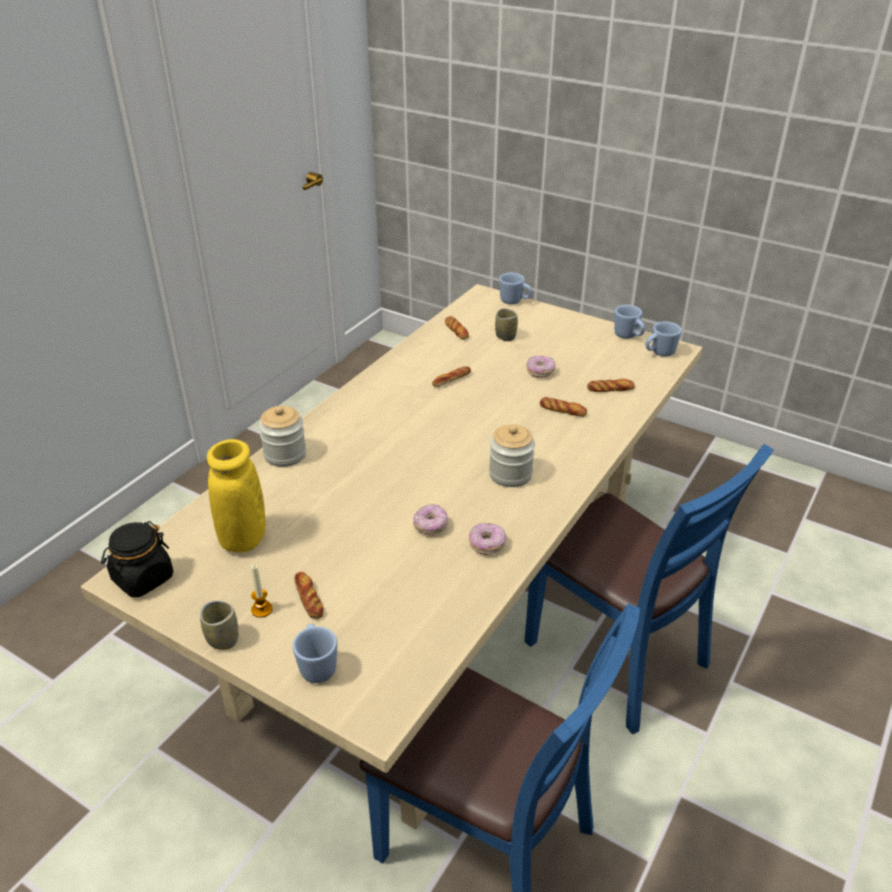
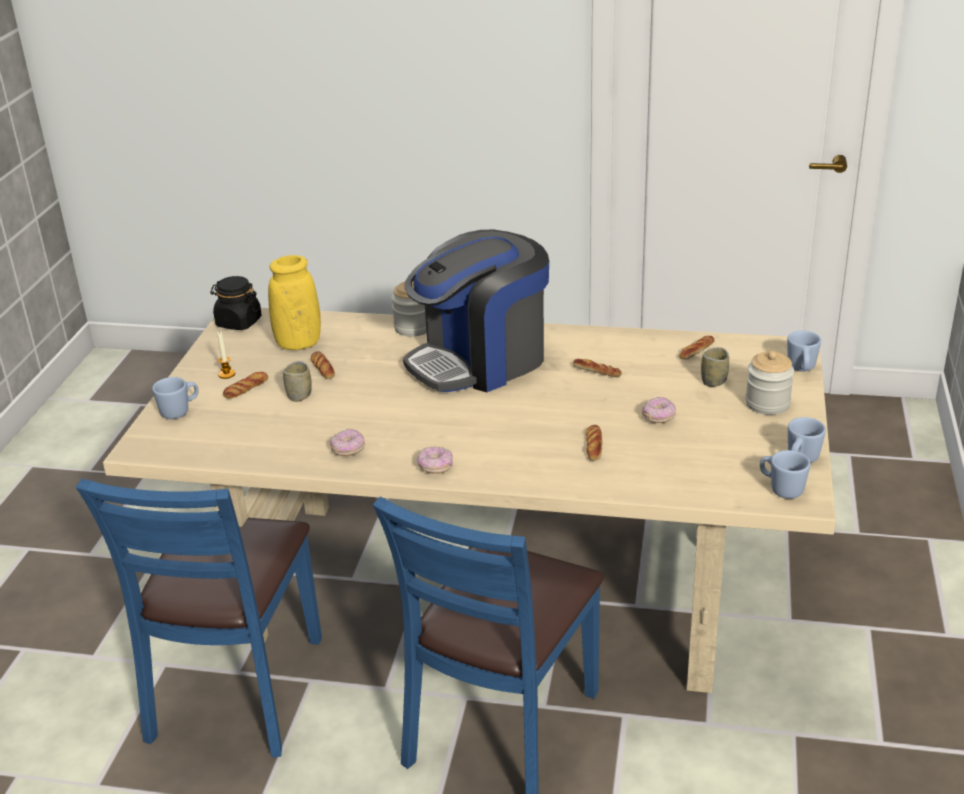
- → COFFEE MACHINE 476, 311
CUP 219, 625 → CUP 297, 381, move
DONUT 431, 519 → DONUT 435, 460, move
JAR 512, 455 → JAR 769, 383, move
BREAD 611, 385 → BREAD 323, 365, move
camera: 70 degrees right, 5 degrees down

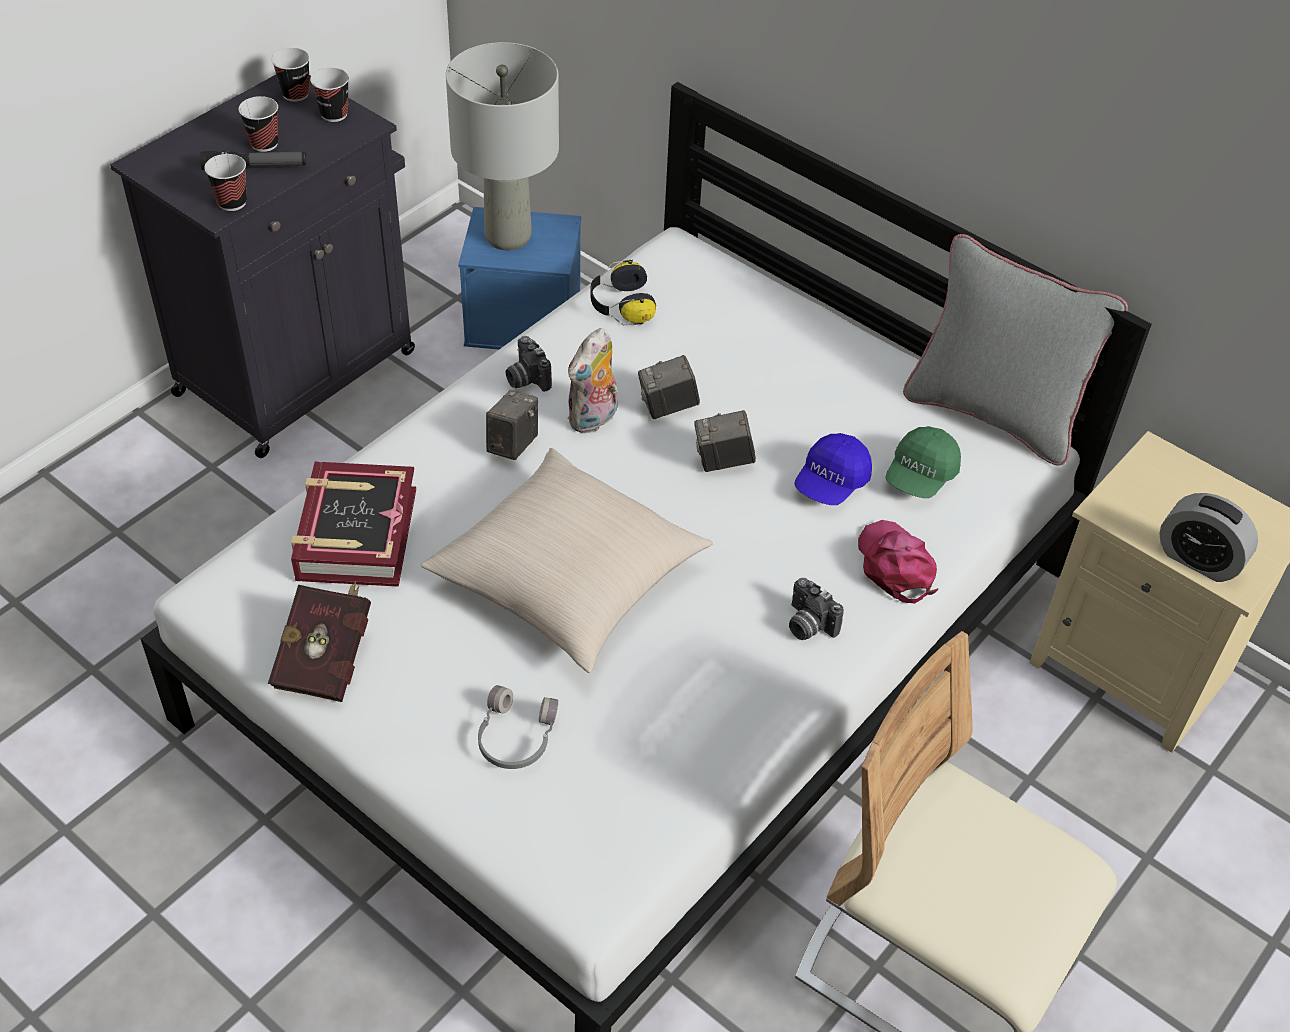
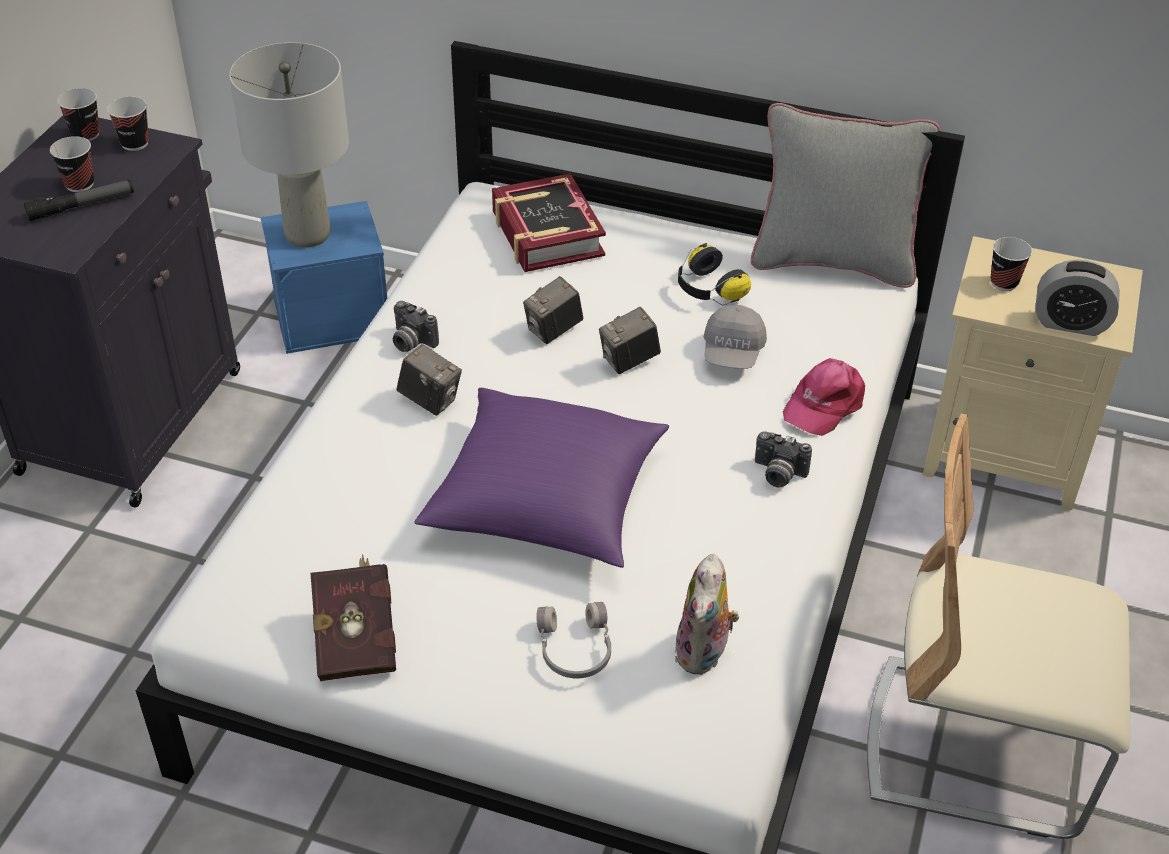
GREEN CAP 923, 462 → -
CUP 225, 182 → CUP 1011, 264, move
BOOK 353, 524 → BOOK 549, 223, move
PLUSH TOY 593, 380 → PLUSH TOY 707, 614, move
HEADPHONES 623, 293 → HEADPHONES 714, 274, move
BEIGE PILLOW 567, 560 → PURPLE PILLOW 541, 478
BLUE CAP 833, 469 → GREY CAP 735, 337
PHOTO CAMERA 512, 425 → PHOTO CAMERA 429, 380, 120 degrees clockwise
PINK CAP 898, 561 → PINK CAP 824, 397, 105 degrees counterclockwise
camera: 20 degrees left, 5 degrees down

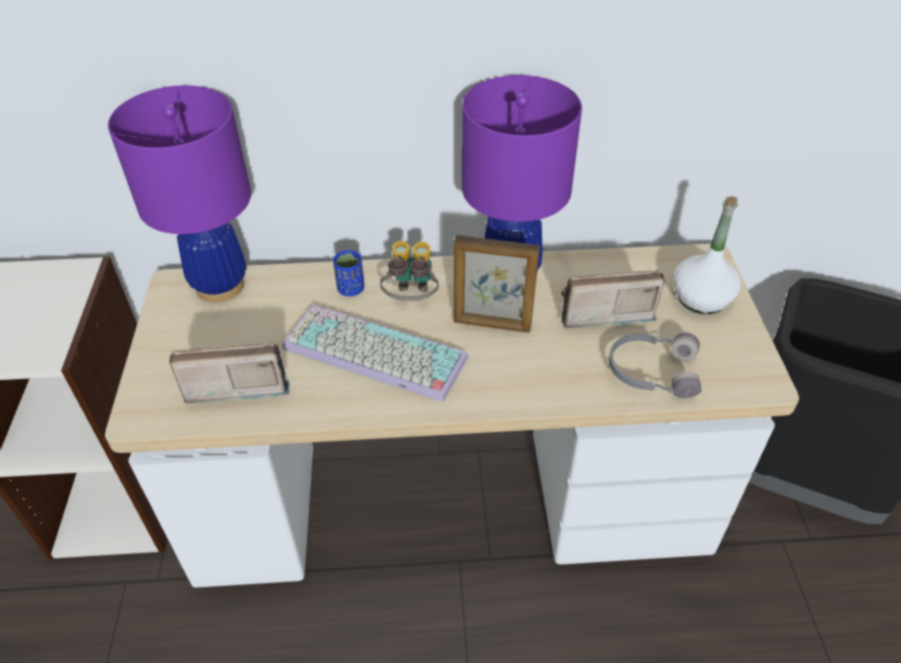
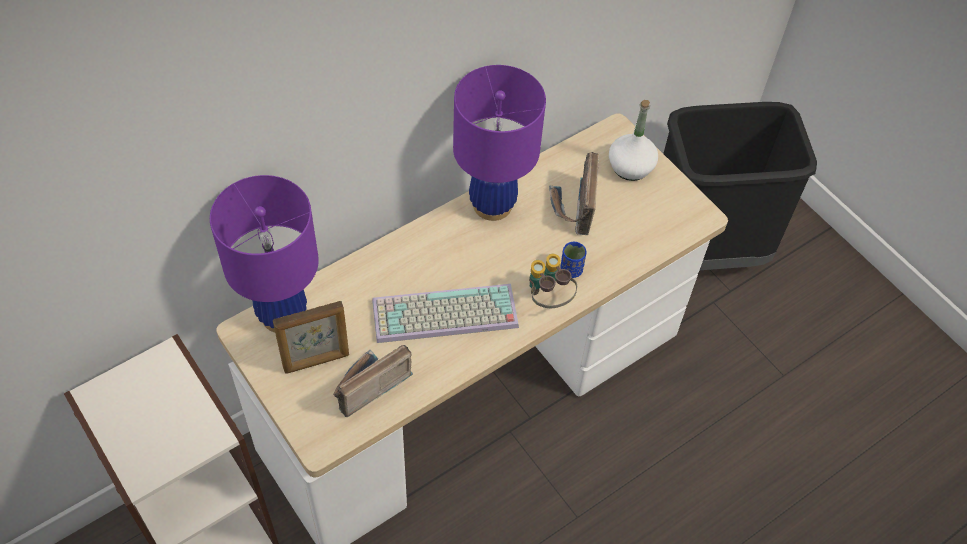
GREY HEADPHONES 655, 365 → -
BLUE CUP 348, 273 → BLUE CUP 573, 260, move
BINOCULARS 409, 271 → BINOCULARS 553, 281, move
PICTURE FRAME 497, 284 → PICTURE FRAME 311, 337, move
RADIO 613, 299 → RADIO 574, 193, 45 degrees counterclockwise
camera: 35 degrees left, 10 degrees up

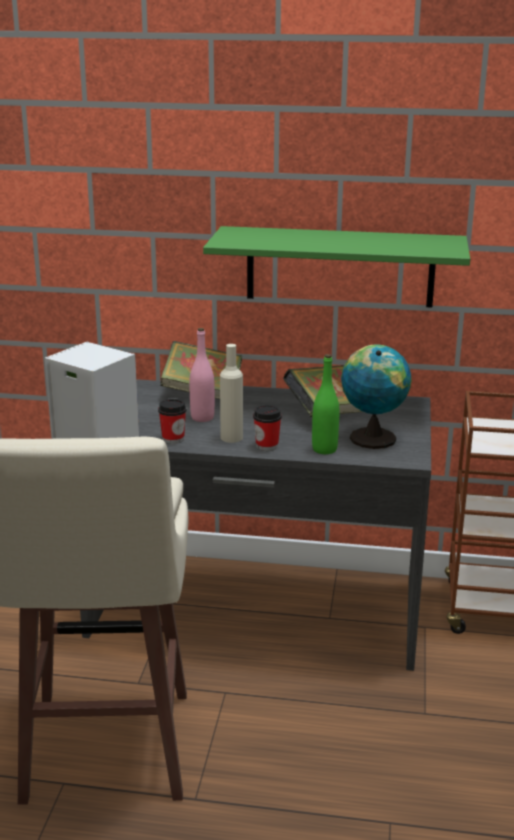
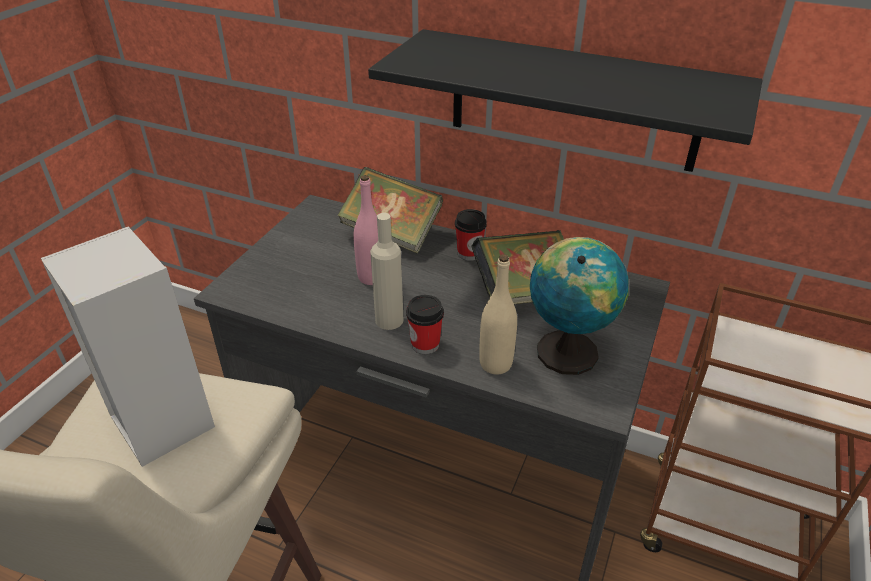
CUP 172, 421 → CUP 471, 235, move
GREEN SHELF 336, 267 → BLACK SHELF 565, 100
GREEN BOTTLE 325, 404 → BEIGE BOTTLE 498, 314
camera: 15 degrees right, 15 degrees up

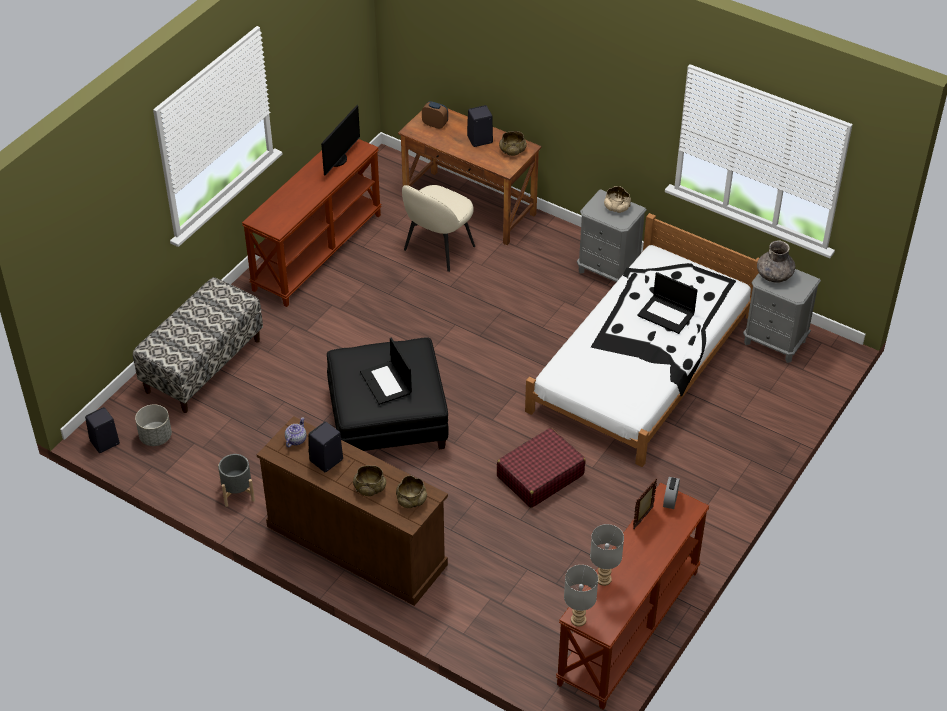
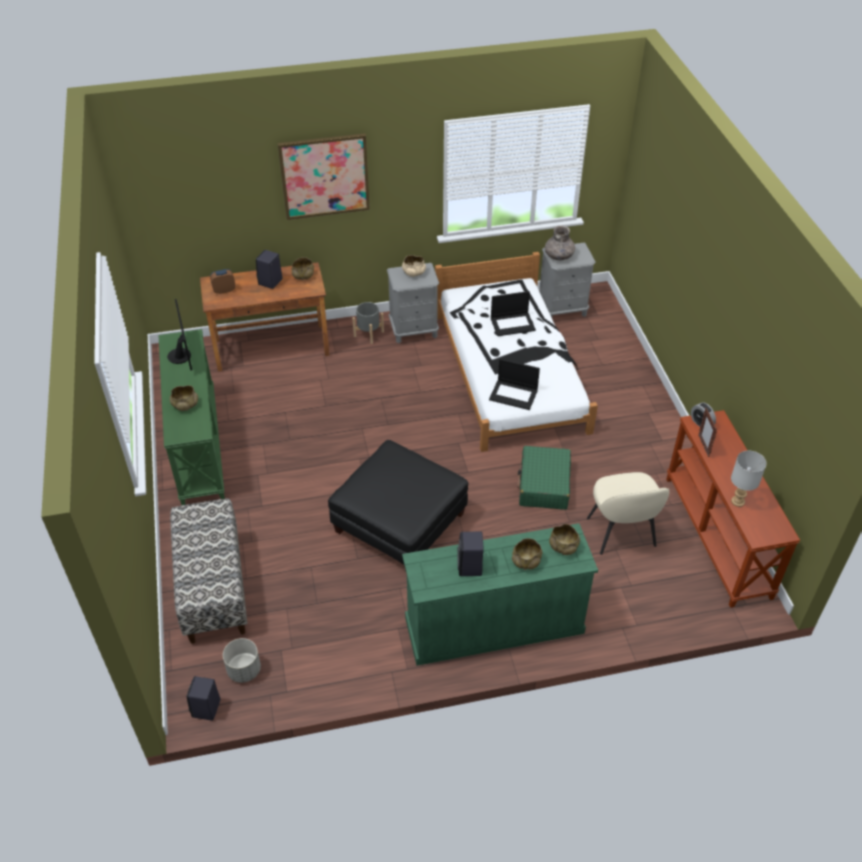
TEAPOT 295, 433 → -
GREY TABLE LAMP 581, 596 → -
- → BEIGE BOWL 184, 398
- → PICTURE 324, 176
GREY PLANTER 236, 480 → GREY PLANTER 368, 323, move
LAPTOP 386, 371 → LAPTOP 514, 384, move
BEIGE CHAIR 438, 228 → BEIGE CHAIR 628, 513, move
BROWN CONSOLE TABLE 312, 223 → GREEN CONSOLE TABLE 191, 417
BROWN DRESSER 352, 511 → GREEN DRESSER 500, 594
RED SUITCASE 541, 468 → GREEN SUITCASE 544, 478
camera: 45 degrees left, 0 degrees up

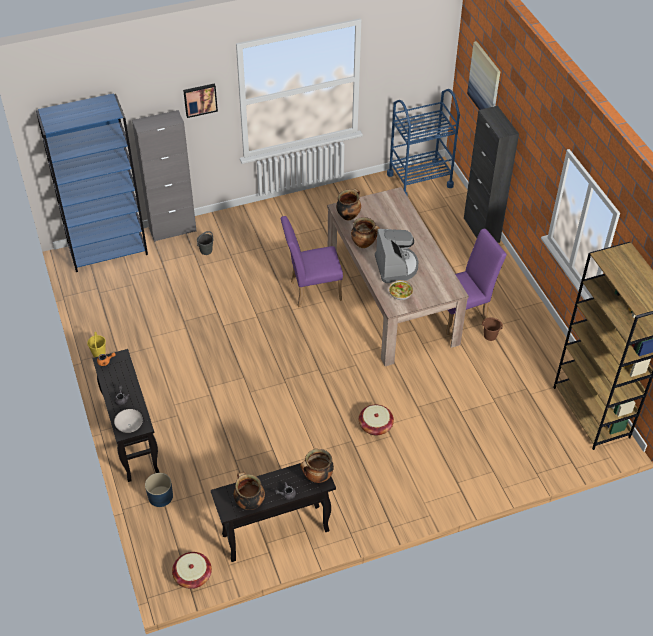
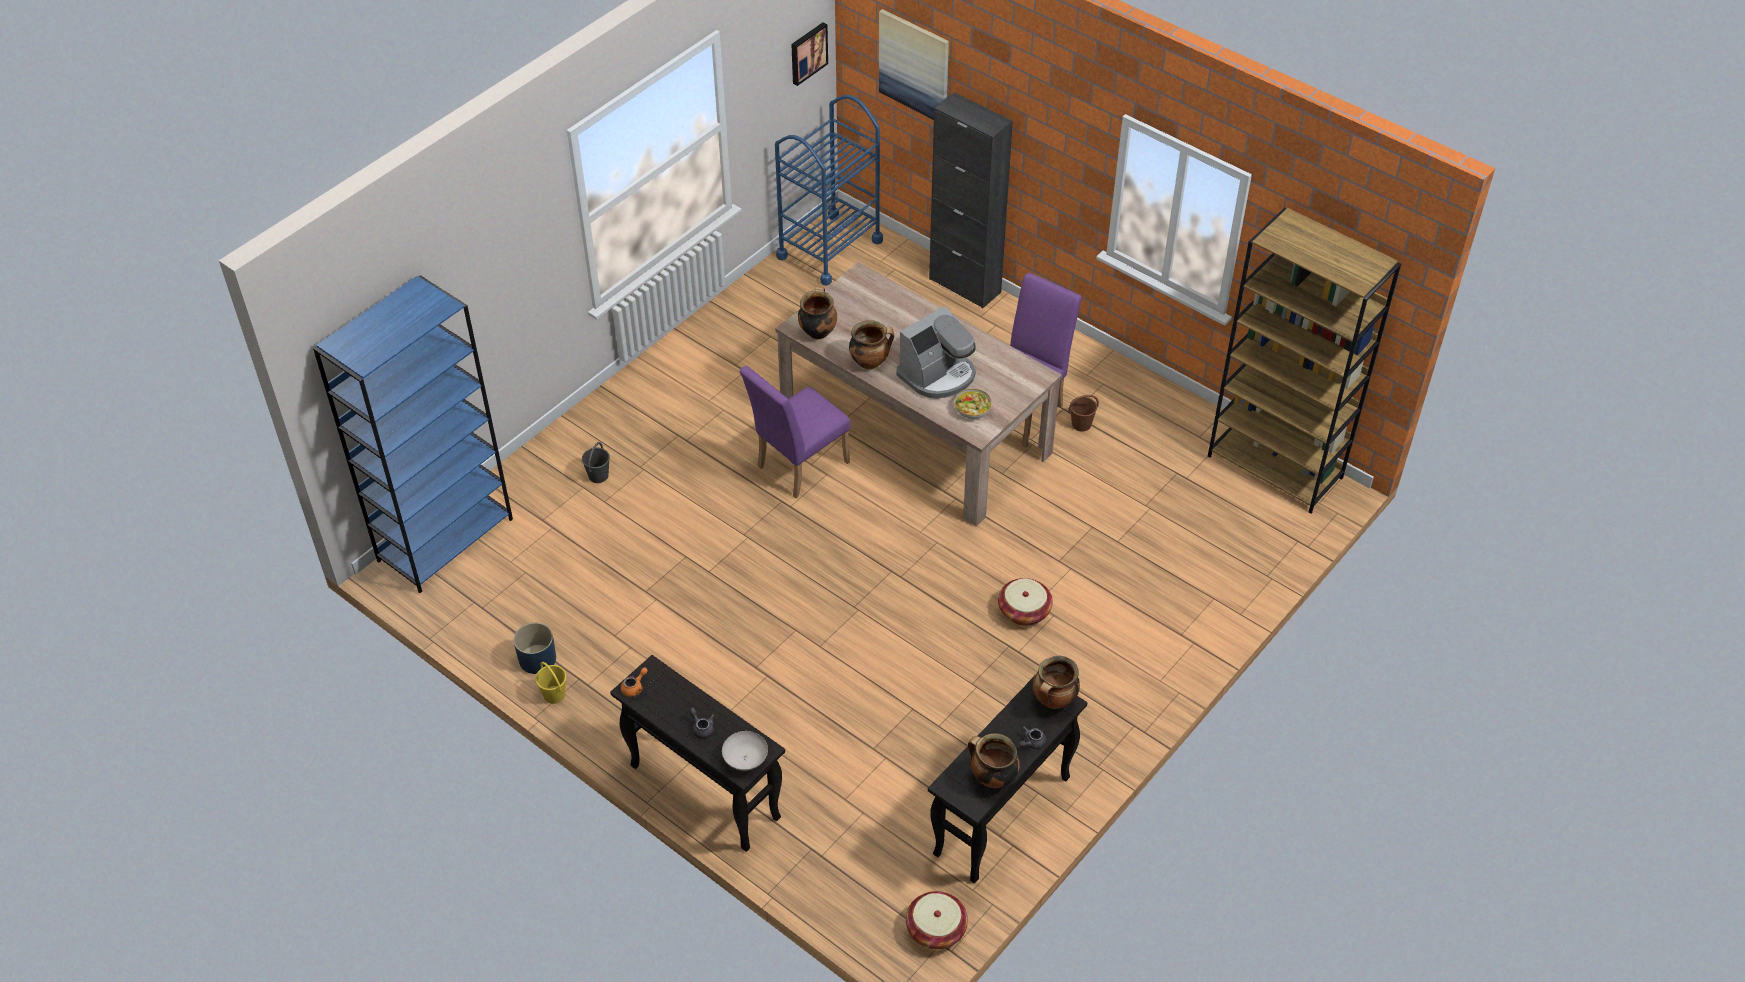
GREY CABINET 164, 176 → -
BLUE PLANTER 159, 490 → BLUE PLANTER 534, 648, move
PICTURE 200, 101 → PICTURE 809, 54, move
COFFEE MACHINE 396, 256 → COFFEE MACHINE 936, 352, 90 degrees clockwise
camera: 30 degrees left, 0 degrees up

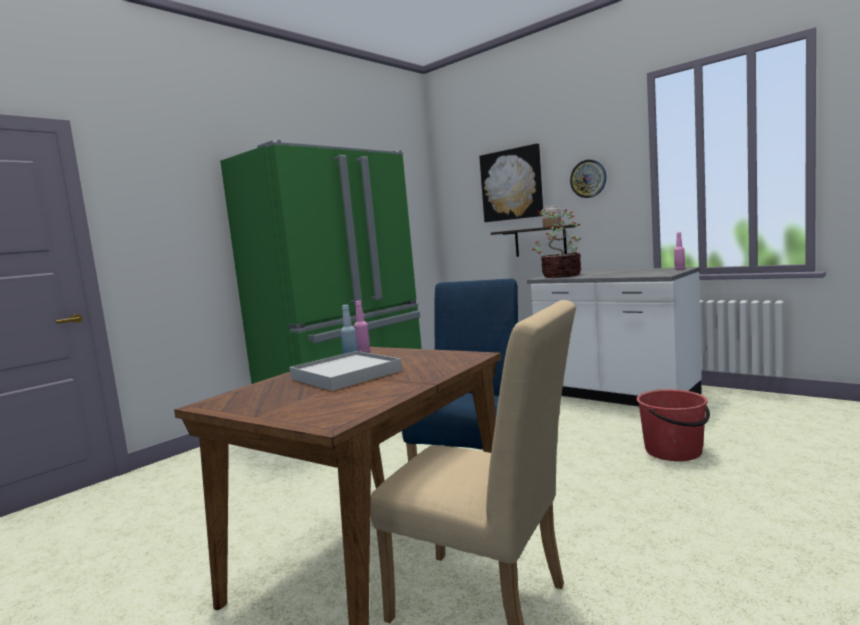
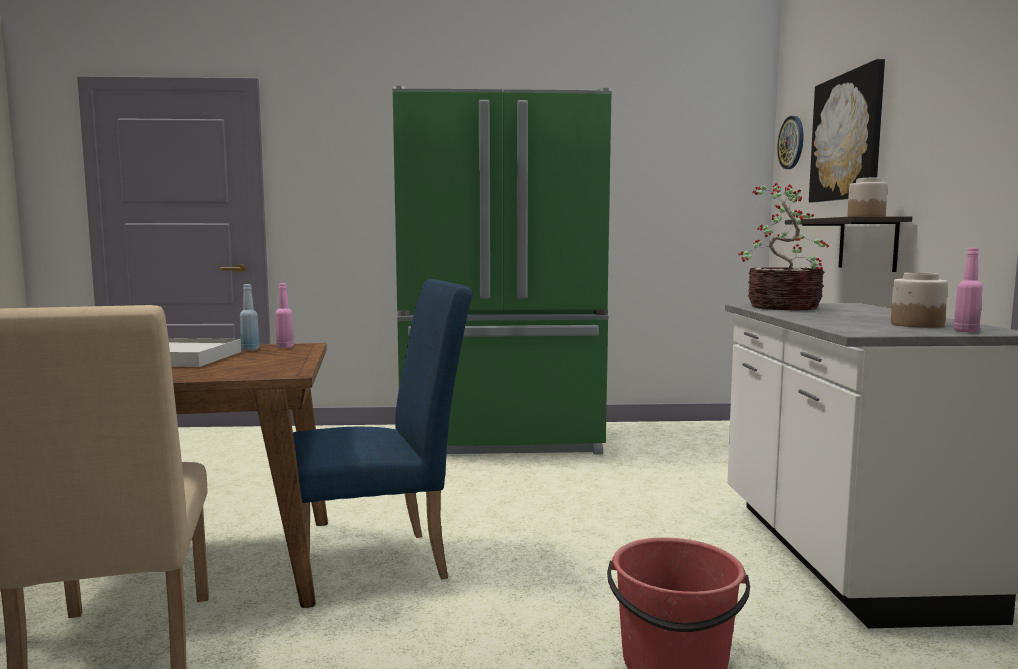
- → JAR 919, 300
WALL CLOCK 588, 179 → WALL CLOCK 790, 142, move
camera: 45 degrees right, 0 degrees up

